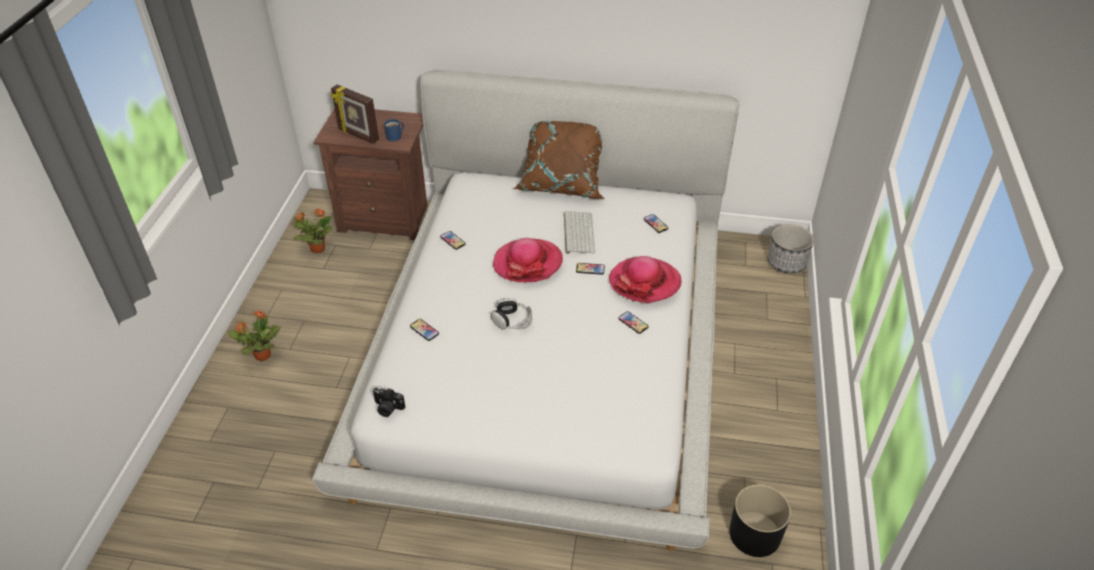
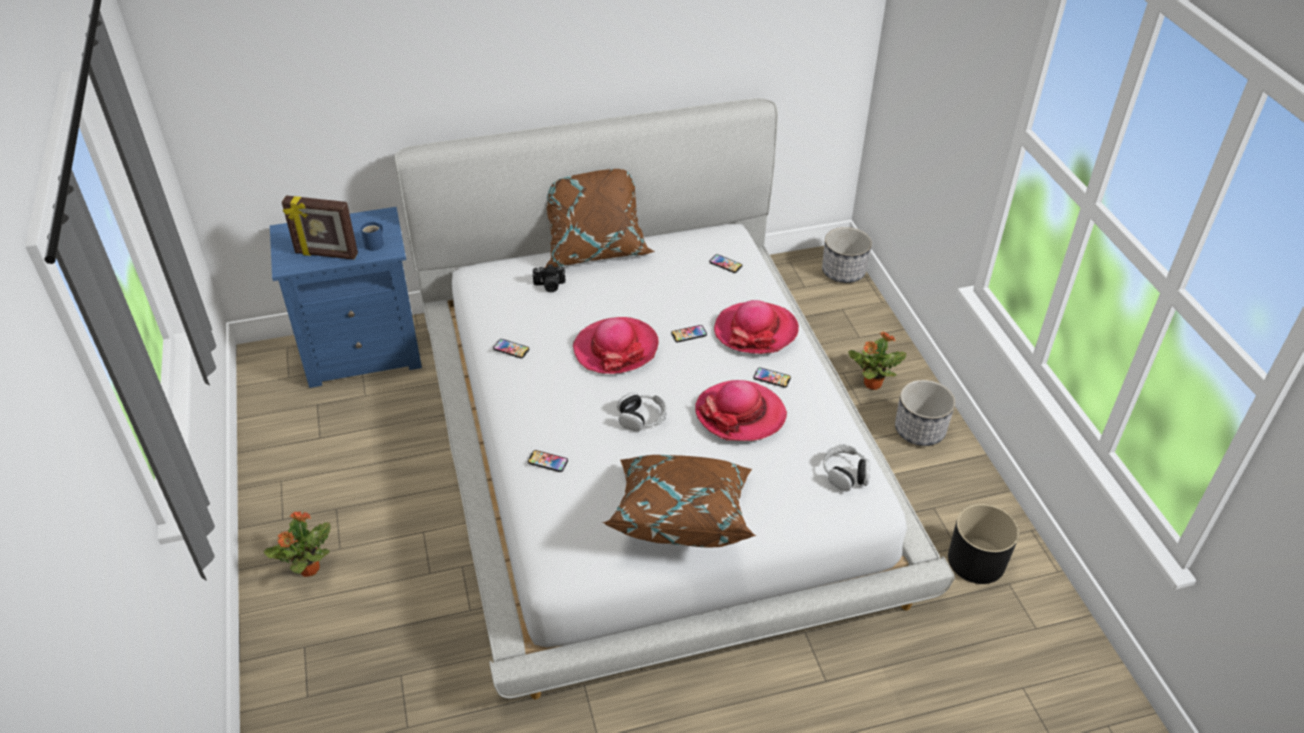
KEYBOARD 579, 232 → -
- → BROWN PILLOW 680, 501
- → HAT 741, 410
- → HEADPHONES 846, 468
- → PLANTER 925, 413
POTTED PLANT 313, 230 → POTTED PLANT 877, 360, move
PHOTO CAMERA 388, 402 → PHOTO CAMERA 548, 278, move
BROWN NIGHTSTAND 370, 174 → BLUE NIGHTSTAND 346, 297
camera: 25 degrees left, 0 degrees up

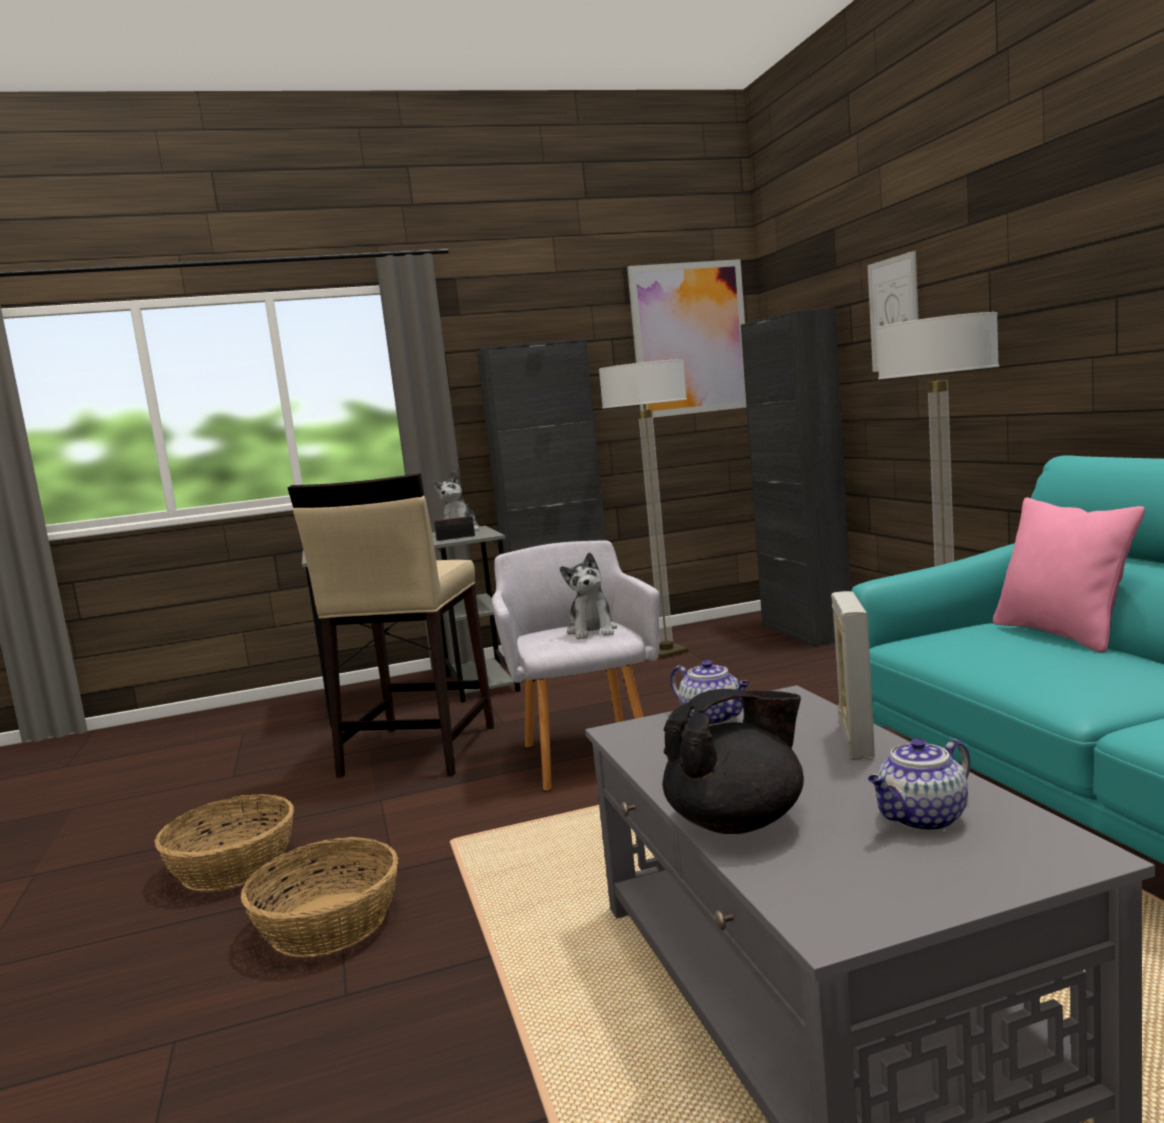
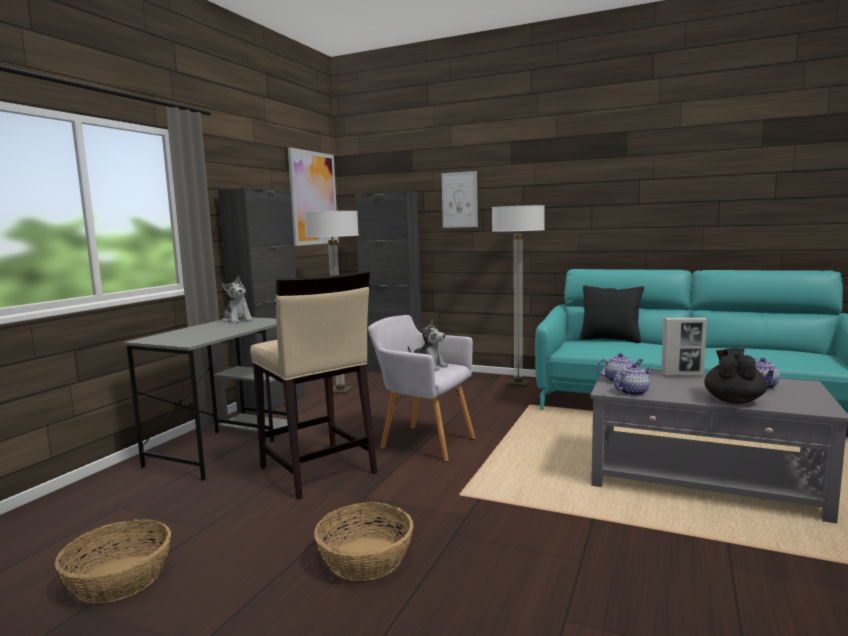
RADIO 454, 521 → -
- → TEAPOT 633, 380
BASKET 319, 897 → BASKET 113, 561, move
PINK PILLOW 1069, 575 → BLACK PILLOW 612, 314
PICTURE FRAME 853, 675 → PICTURE FRAME 684, 347, 135 degrees clockwise
camera: 50 degrees left, 0 degrees up

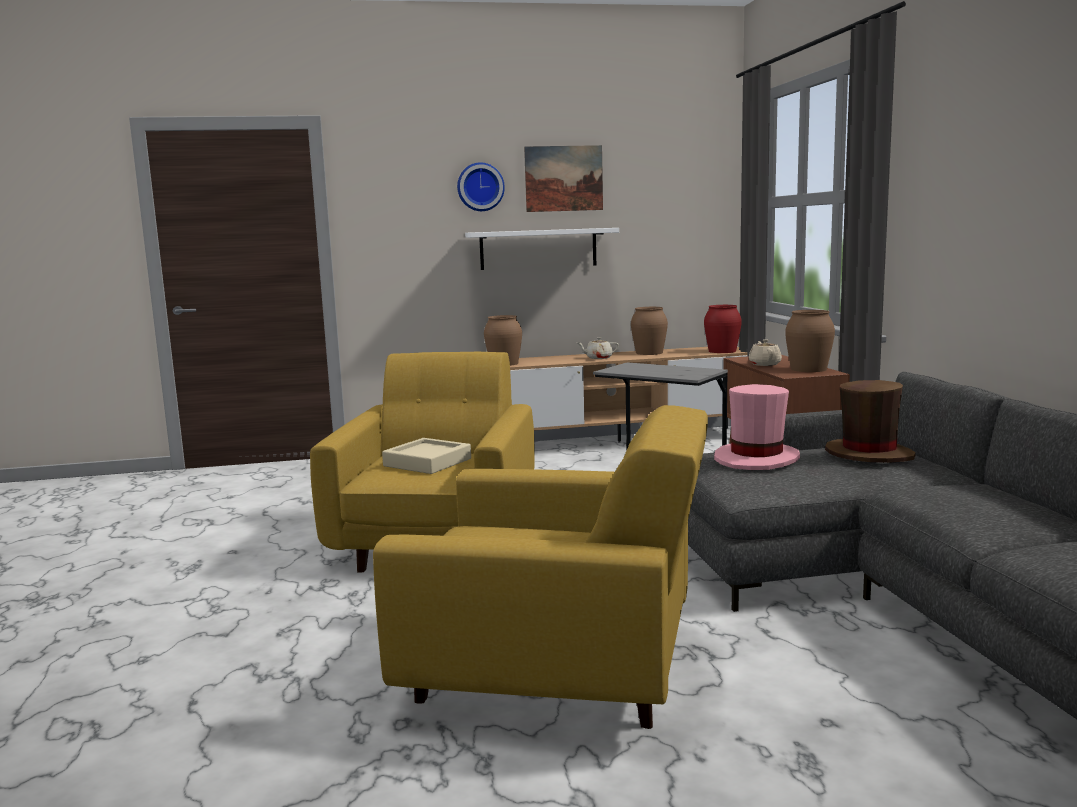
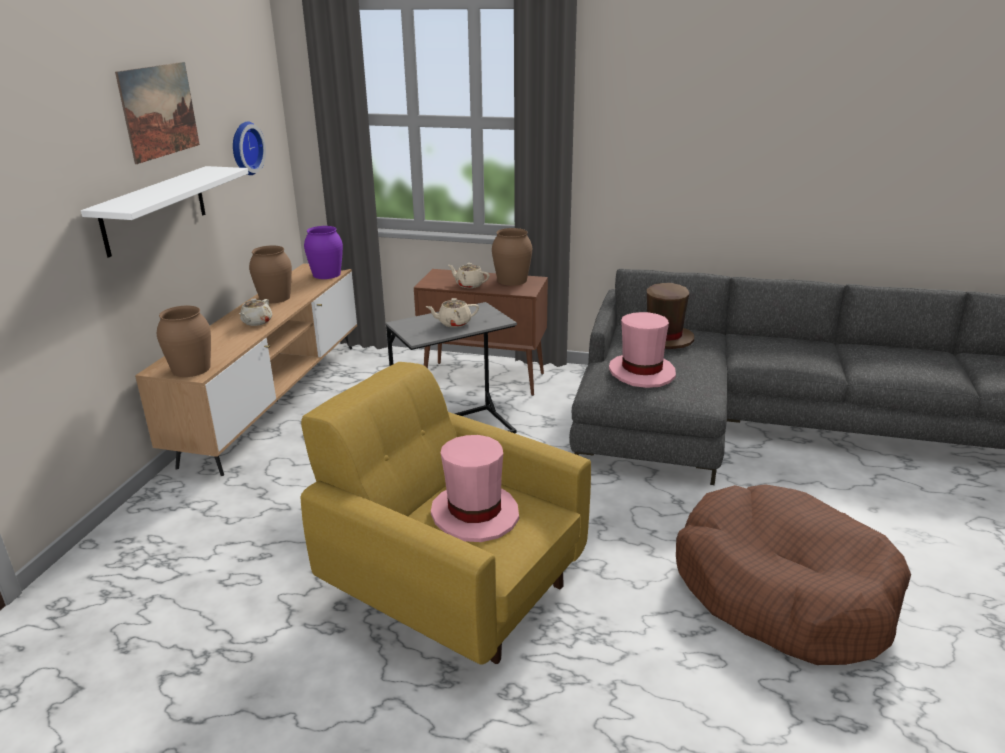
- → BEIGE TEAPOT 452, 312
WALL CLOCK 481, 186 → WALL CLOCK 249, 148, move
YELLOW ARMCHAIR 540, 567 → BROWN DOG BED 793, 574
BEIGE TRAY 426, 456 → PINK HAT 475, 488
RED VASE 723, 329 → PURPLE VASE 323, 252
camera: 65 degrees left, 15 degrees up

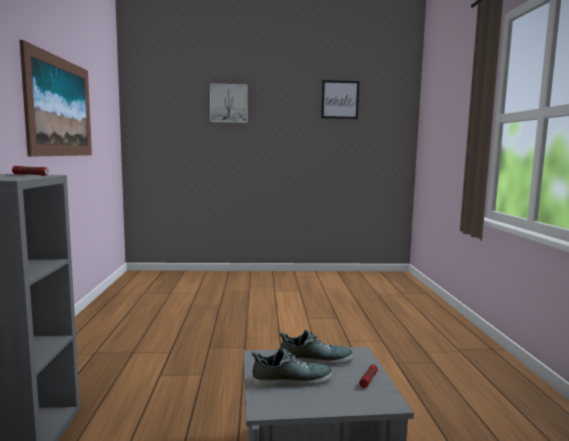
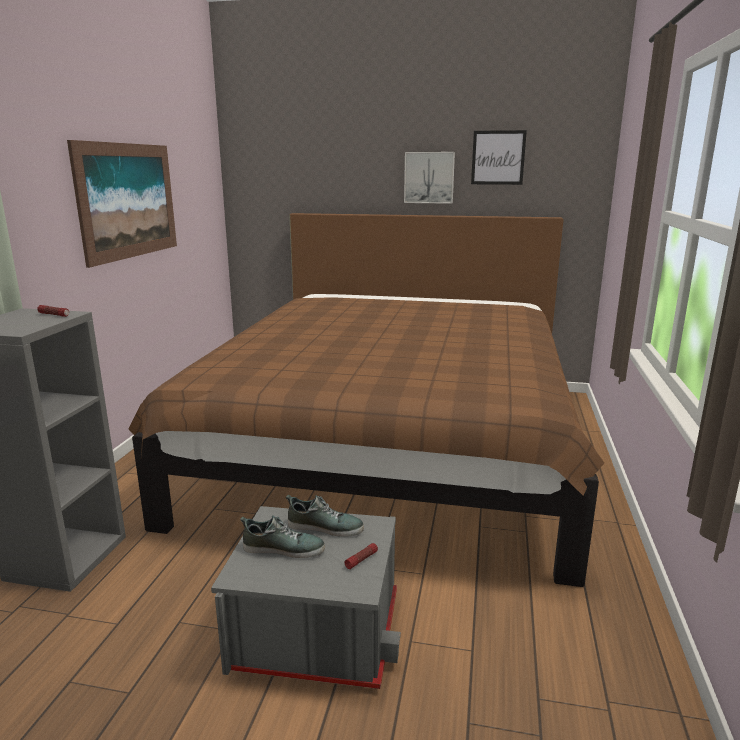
- → BROWN BED 366, 400
PICTURE 229, 103 → PICTURE 429, 178, move
camera: 15 degrees right, 10 degrees up

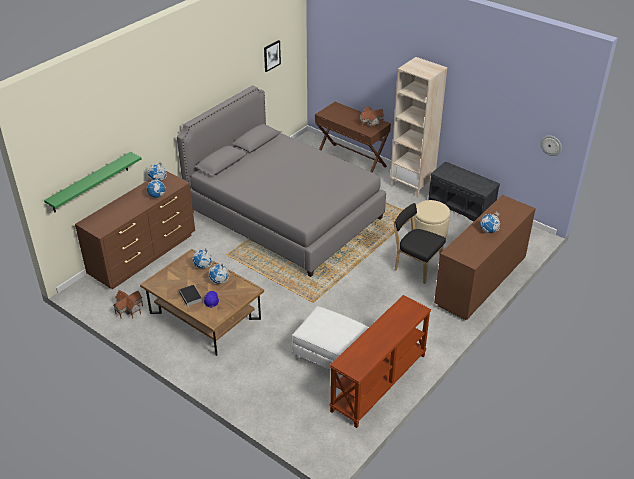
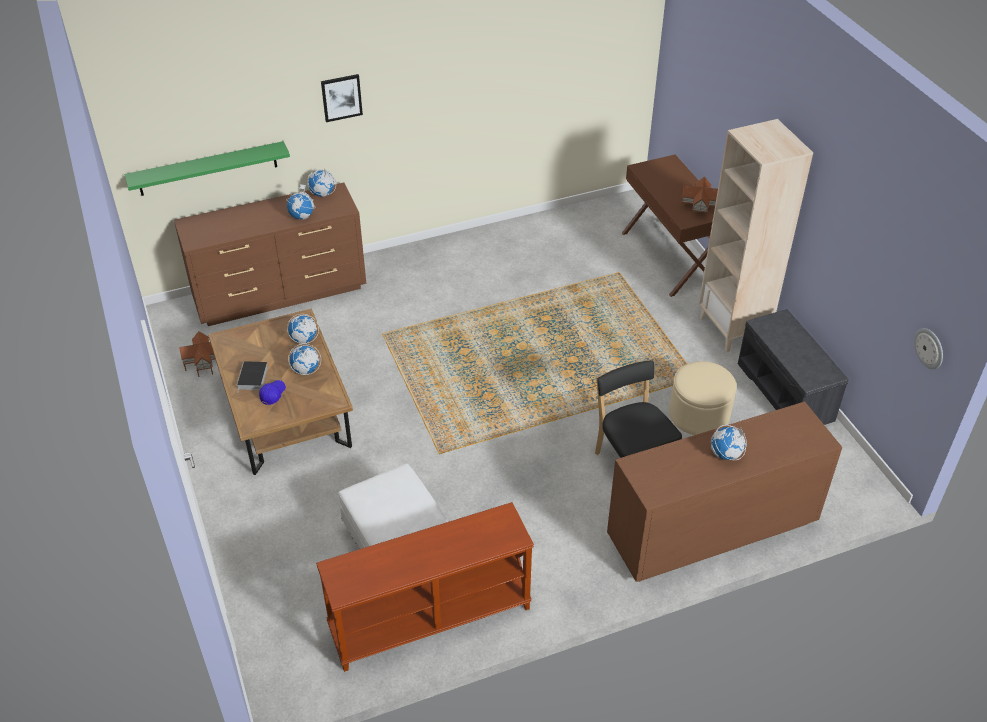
GREY BED 281, 181 → -
PICTURE 272, 56 → PICTURE 342, 98, move
camera: 30 degrees right, 5 degrees up

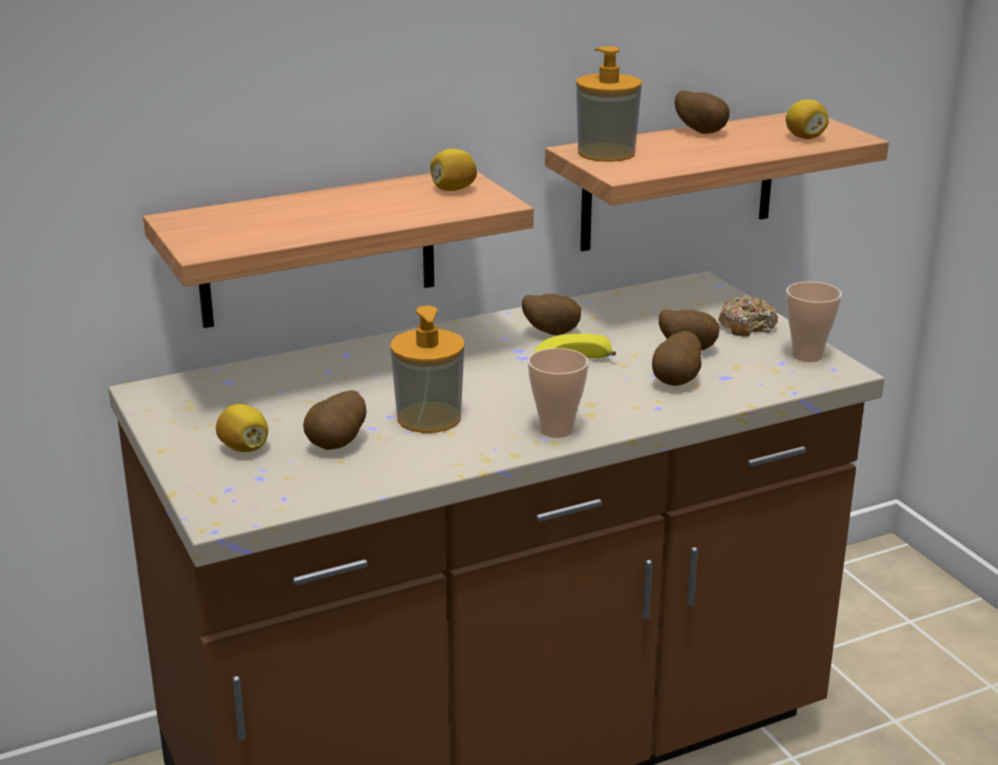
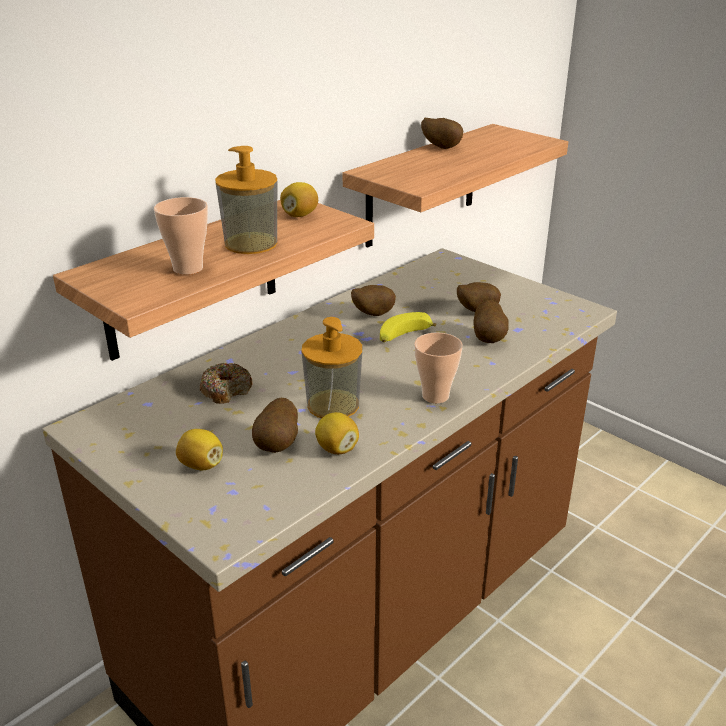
SOAP DISPENSER 609, 104 → SOAP DISPENSER 246, 200, move
DONUT 748, 316 → DONUT 226, 383, move
LEMON 807, 119 → LEMON 337, 433, move
CUP 814, 322 → CUP 181, 236, move
camera: 20 degrees left, 5 degrees up

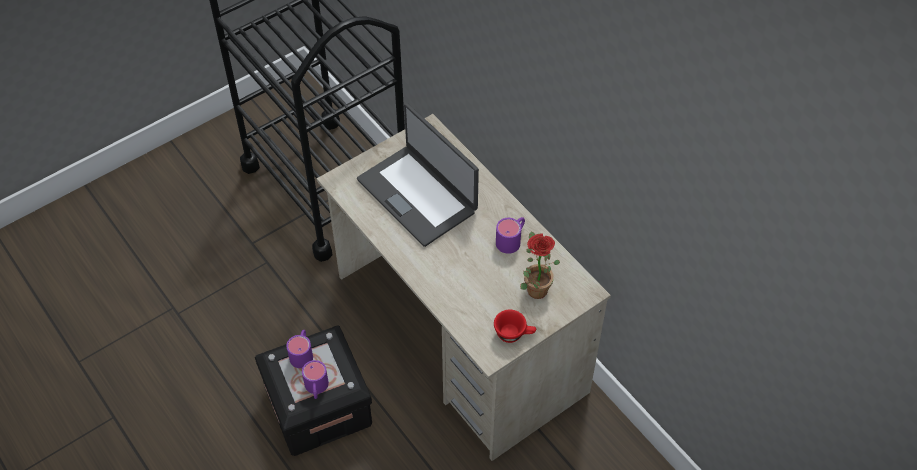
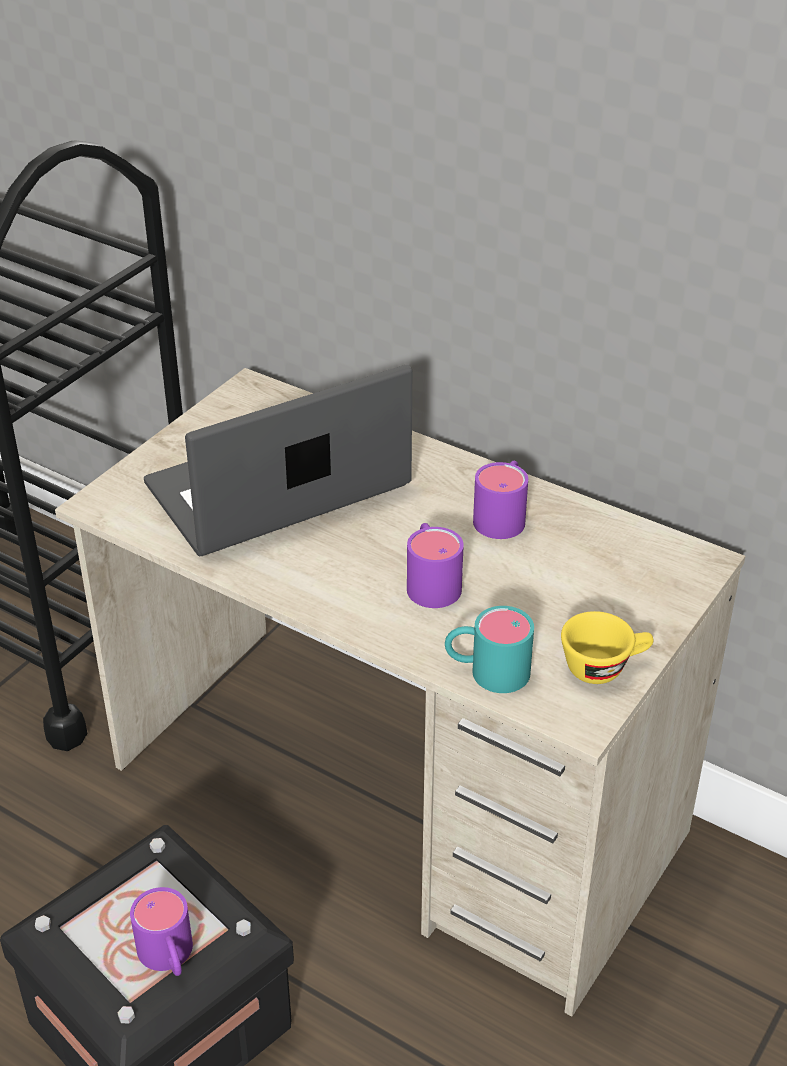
POTTED PLANT 540, 265 → -
- → TURQUOISE MUG 489, 649
PURPLE MUG 299, 349 → PURPLE MUG 435, 565, move
RED CUP 515, 326 → YELLOW CUP 607, 647
LAPTOP 418, 175 → LAPTOP 278, 460, 120 degrees clockwise
camera: 20 degrees left, 15 degrees down

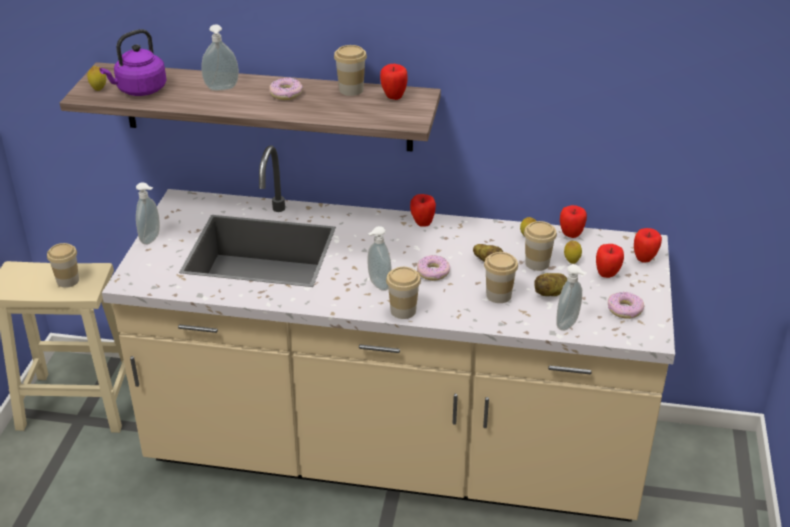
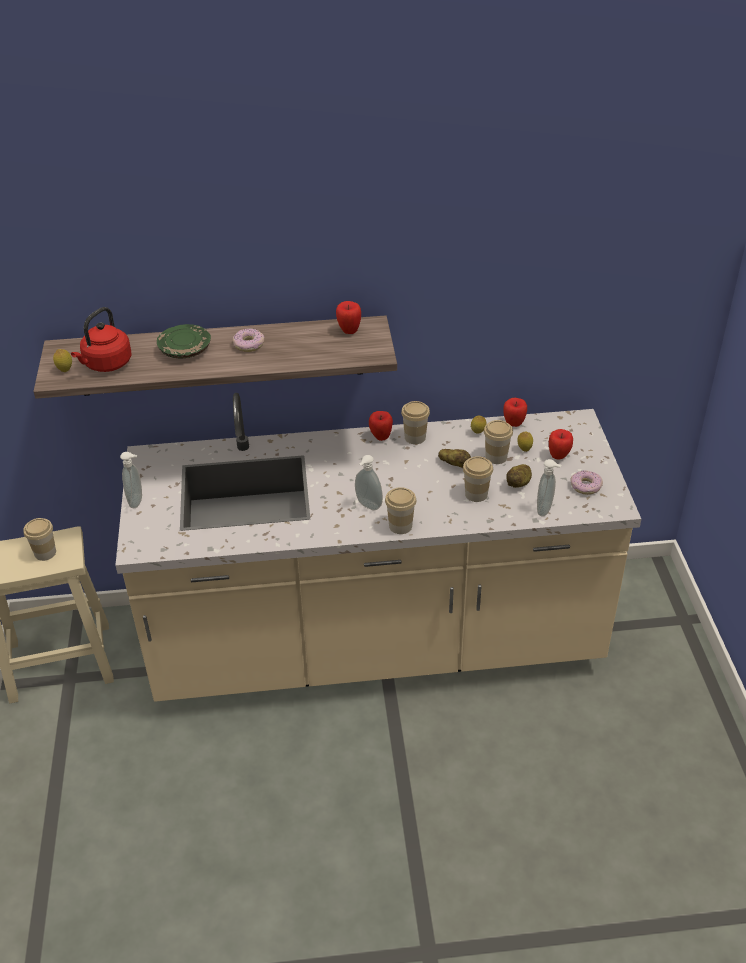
DONUT 433, 268 → -
APPLE 648, 245 → -
CUP 350, 70 → CUP 415, 422, move
SOAP DISPENSER 220, 57 → GREEN PLATE 184, 341
PURPLE KETTLE 133, 62 → RED KETTLE 101, 339
camera: 15 degrees left, 5 degrees up

